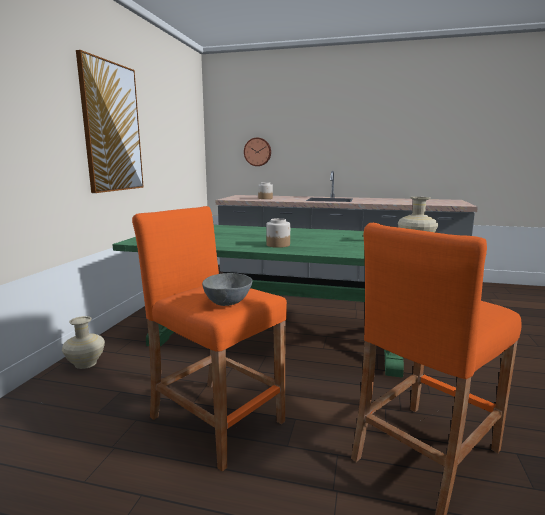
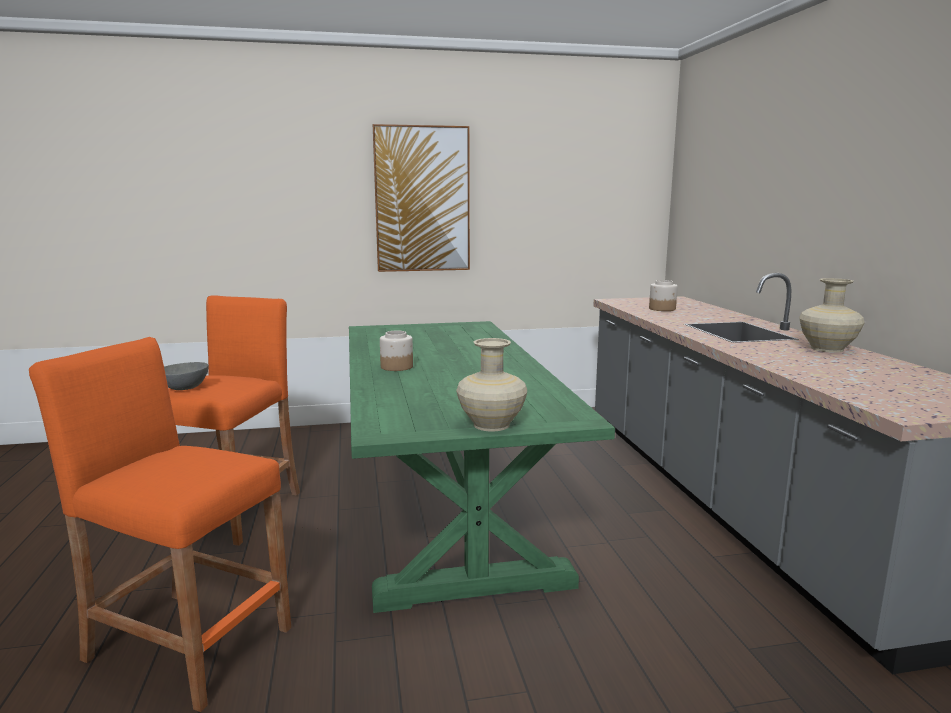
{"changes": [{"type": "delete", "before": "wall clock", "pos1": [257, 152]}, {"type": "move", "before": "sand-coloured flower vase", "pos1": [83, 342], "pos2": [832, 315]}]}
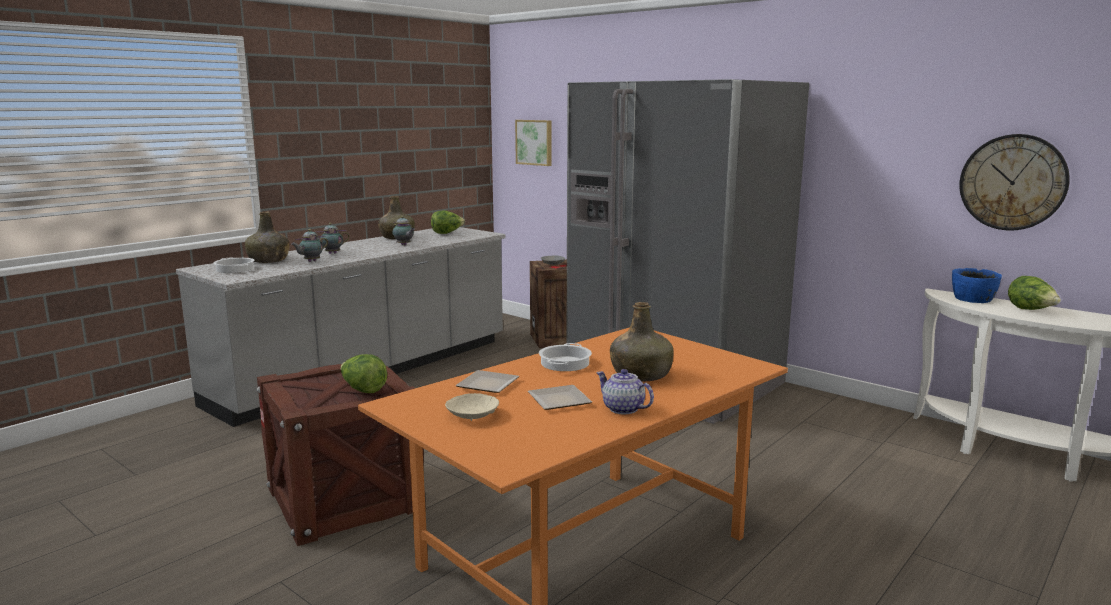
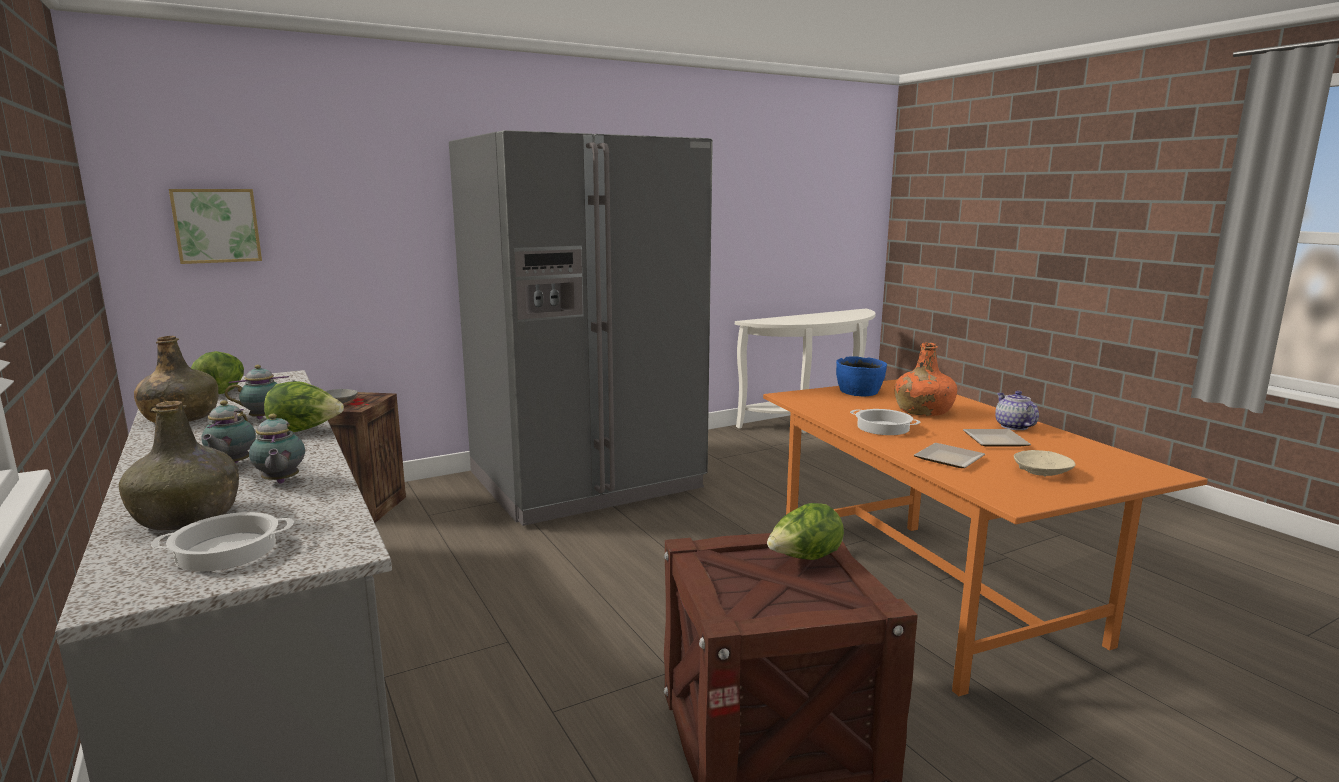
{"changes": [{"type": "delete", "before": "wall clock", "pos1": [1015, 182]}, {"type": "move", "before": "blue-coloured bowl", "pos1": [977, 285], "pos2": [861, 376]}, {"type": "move", "before": "lettuce head", "pos1": [1034, 293], "pos2": [304, 406]}, {"type": "recolor", "before": "greenish beverage bottle", "after": "orange-coloured beverage bottle", "pos1": [642, 342], "pos2": [926, 379]}, {"type": "rotate", "before": "tea pot", "pos1": [625, 391], "pos2": [1017, 410], "turn": 105}]}
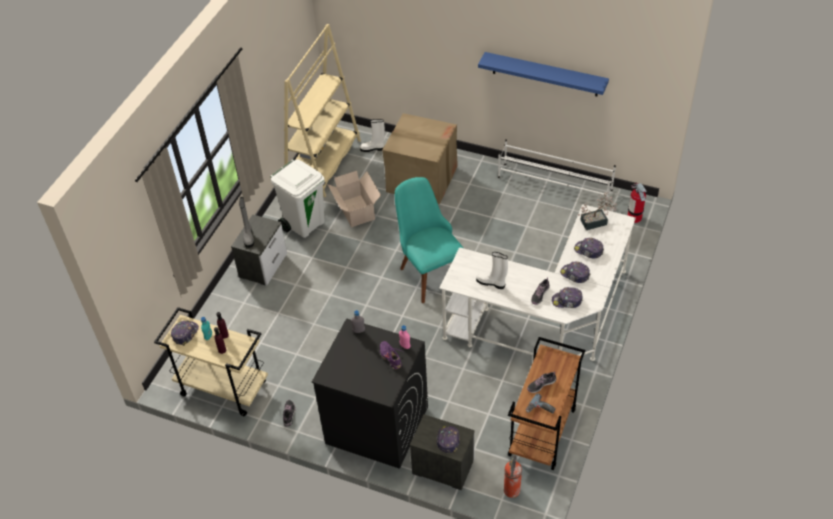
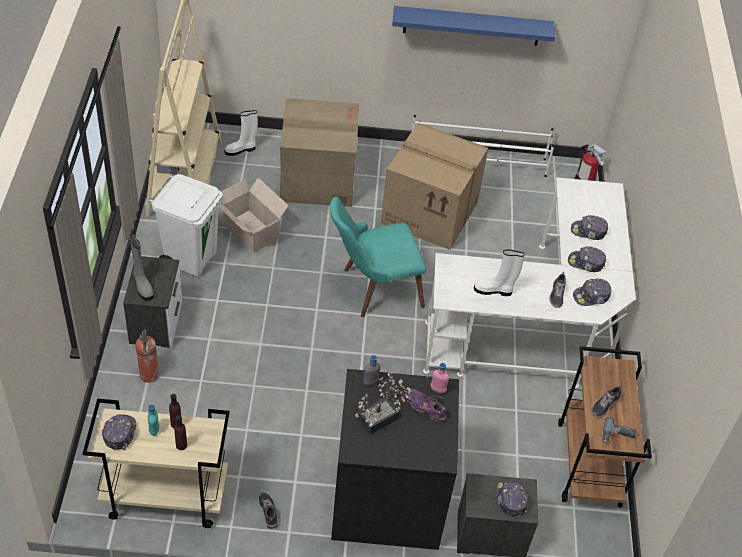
{"changes": [{"type": "rotate", "before": "turquoise plain chair", "pos1": [429, 240], "pos2": [378, 256], "turn": -60}, {"type": "move", "before": "houseplant", "pos1": [597, 211], "pos2": [383, 403]}, {"type": "move", "before": "fire extinguisher", "pos1": [513, 476], "pos2": [147, 356]}, {"type": "insert", "after": "cardboard box", "pos2": [434, 186]}]}
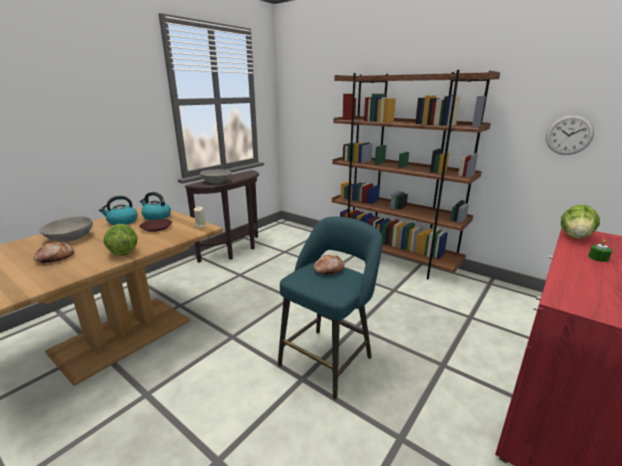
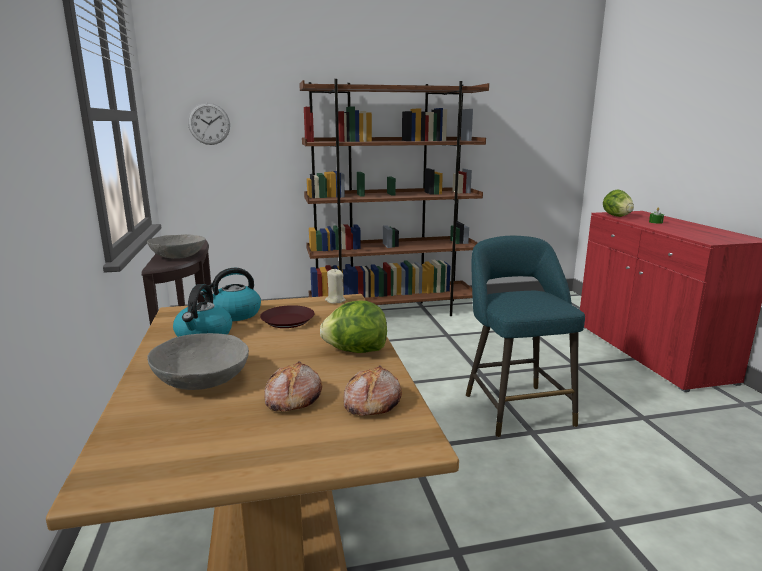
{"changes": [{"type": "move", "before": "wall clock", "pos1": [570, 135], "pos2": [209, 124]}, {"type": "move", "before": "bread", "pos1": [328, 265], "pos2": [372, 390]}]}
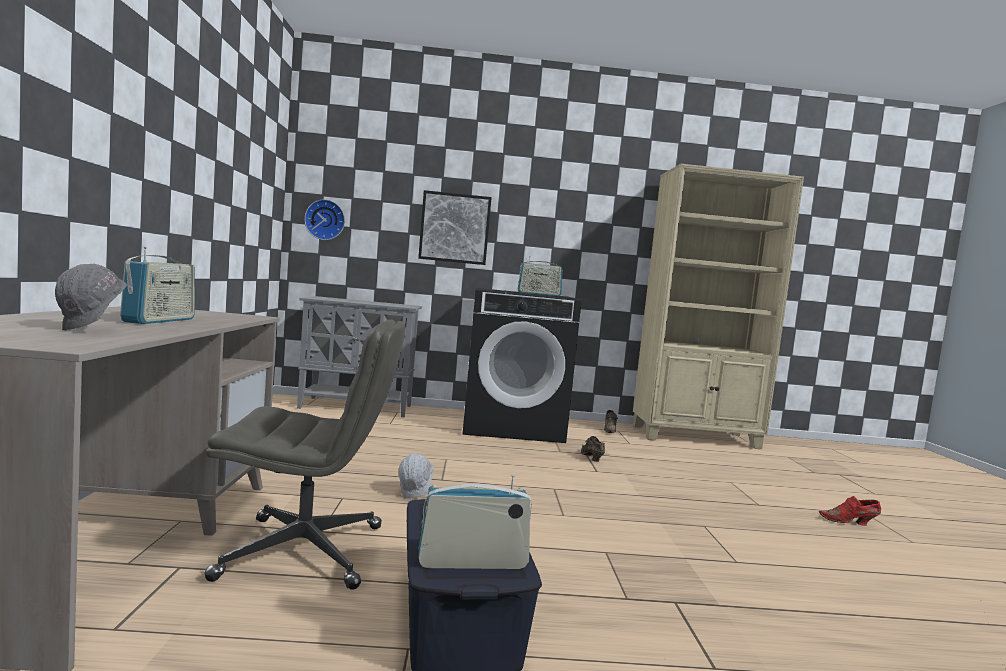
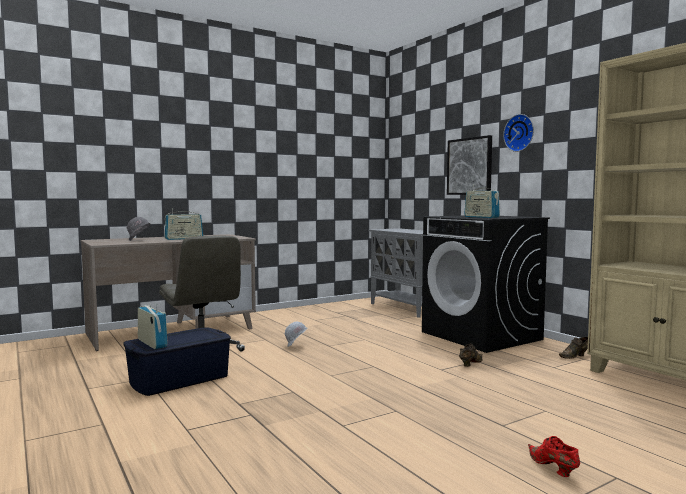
{"changes": [{"type": "move", "before": "wall clock", "pos1": [324, 219], "pos2": [518, 133]}]}
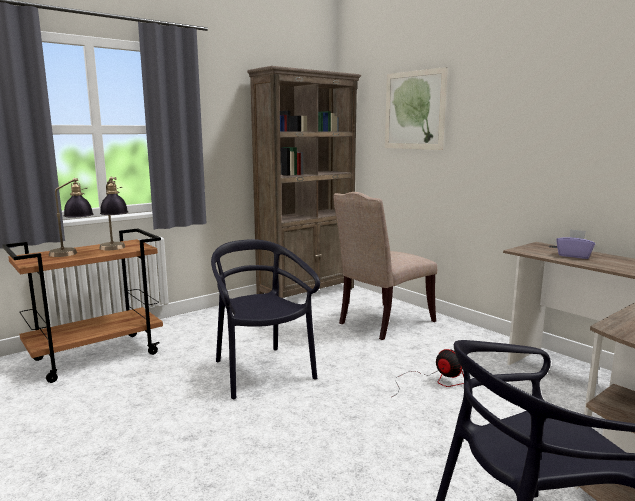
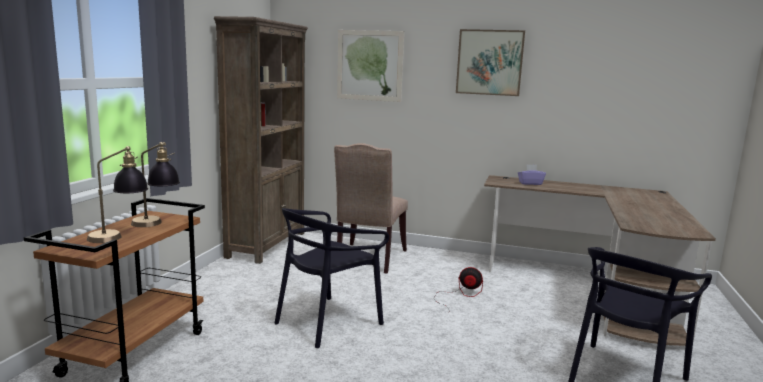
{"changes": [{"type": "rotate", "before": "black-coloured plain chair", "pos1": [265, 319], "pos2": [331, 278], "turn": -75}, {"type": "insert", "after": "picture", "pos2": [490, 62]}]}
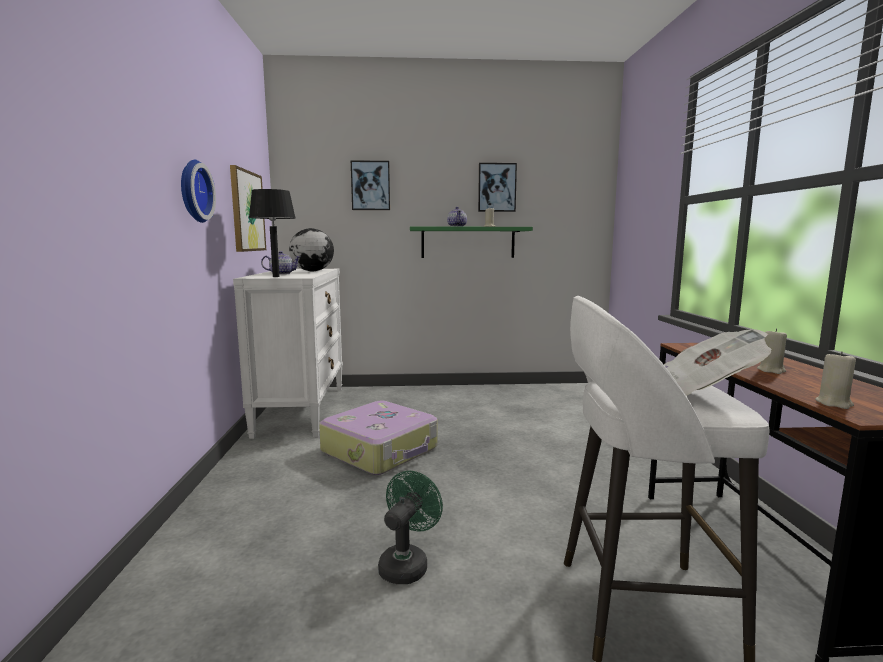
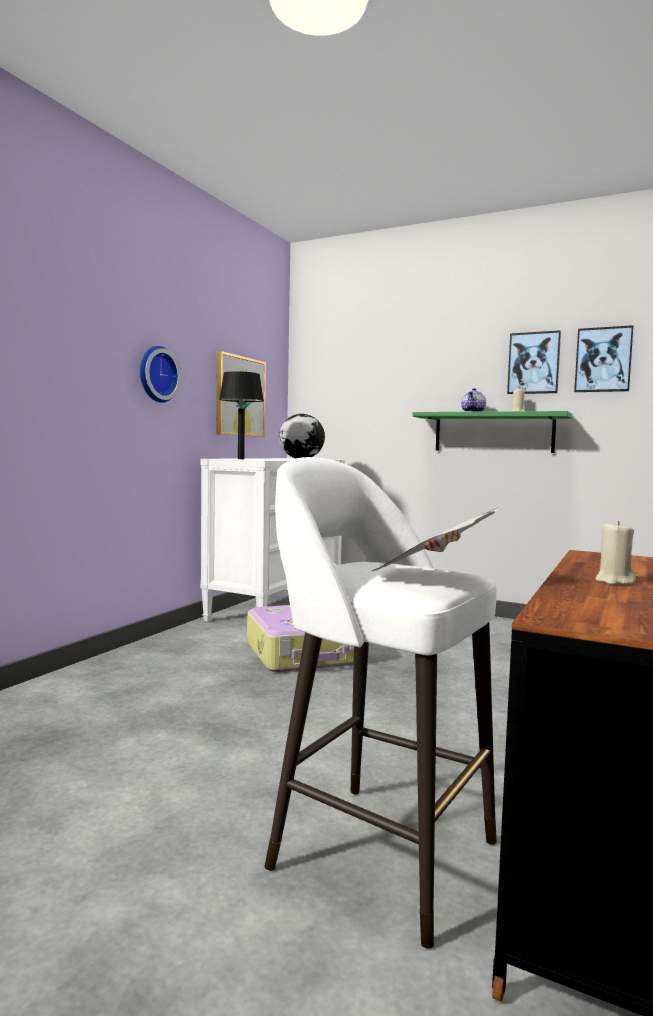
{"changes": [{"type": "move", "before": "picture", "pos1": [370, 185], "pos2": [604, 358]}, {"type": "delete", "before": "tea pot", "pos1": [281, 263]}, {"type": "delete", "before": "sand-coloured wax light", "pos1": [835, 380]}, {"type": "delete", "before": "greenish cooling fan", "pos1": [410, 527]}]}
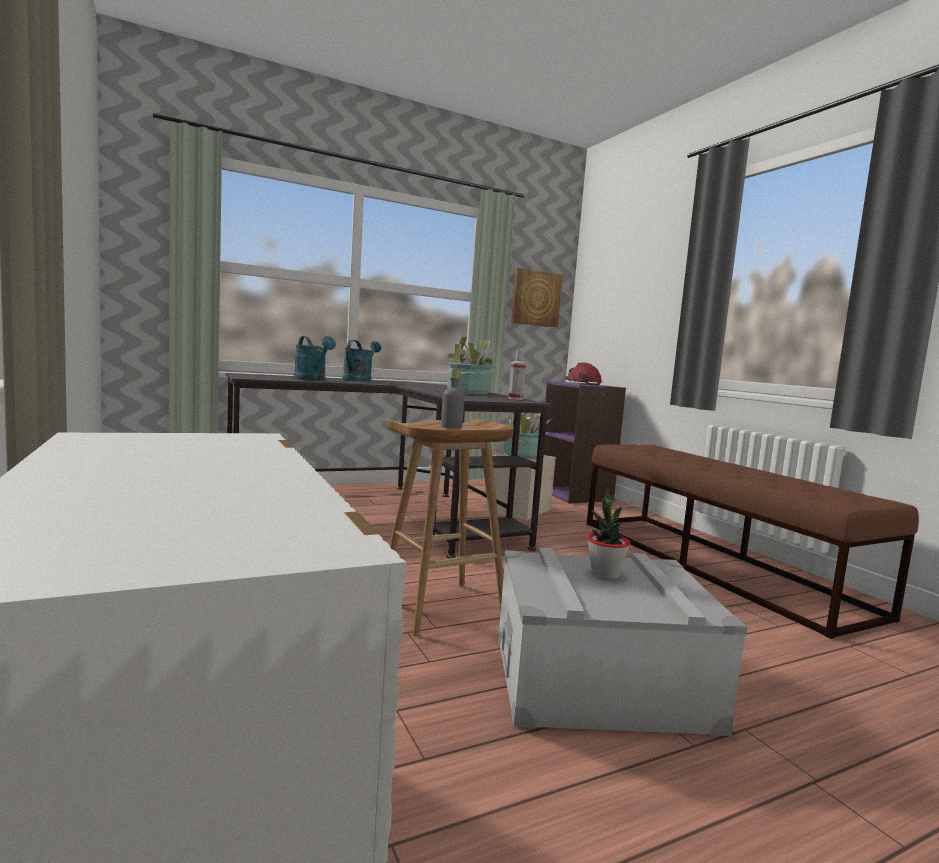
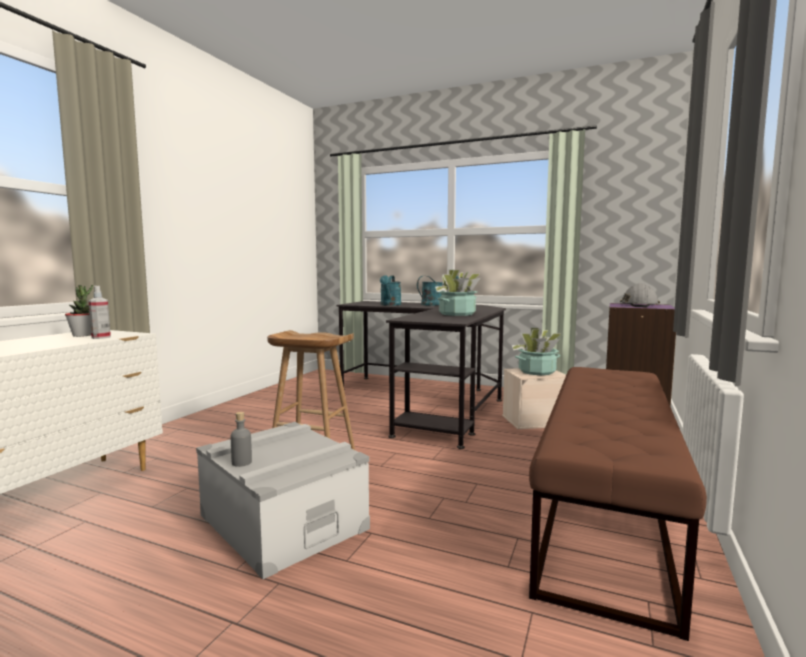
{"changes": [{"type": "delete", "before": "picture", "pos1": [537, 297]}, {"type": "move", "before": "sprayer", "pos1": [517, 374], "pos2": [99, 312]}, {"type": "recolor", "before": "red-coloured hard hat", "after": "grey hard hat", "pos1": [583, 374], "pos2": [640, 295]}, {"type": "move", "before": "grey beverage bottle", "pos1": [453, 399], "pos2": [241, 439]}, {"type": "move", "before": "houseplant", "pos1": [608, 534], "pos2": [79, 311]}]}
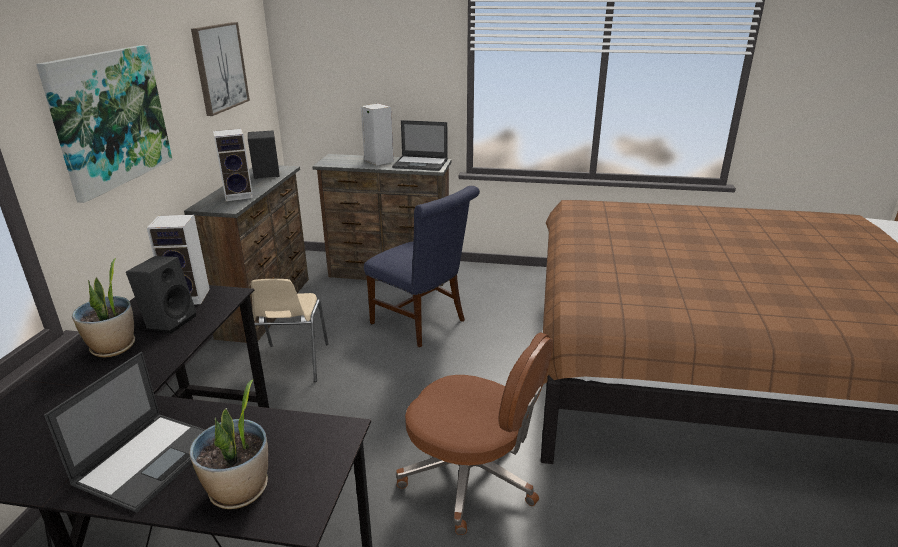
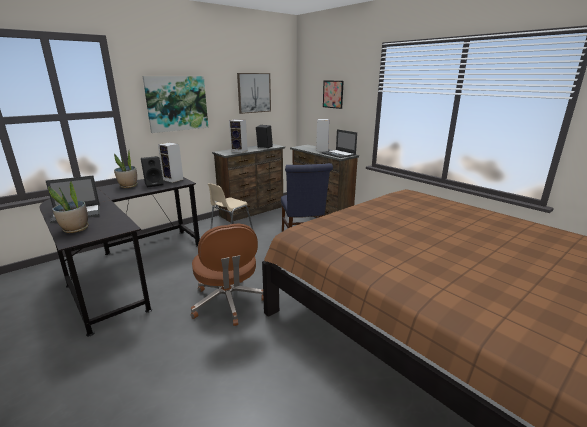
{"changes": [{"type": "insert", "after": "picture", "pos2": [333, 94]}]}
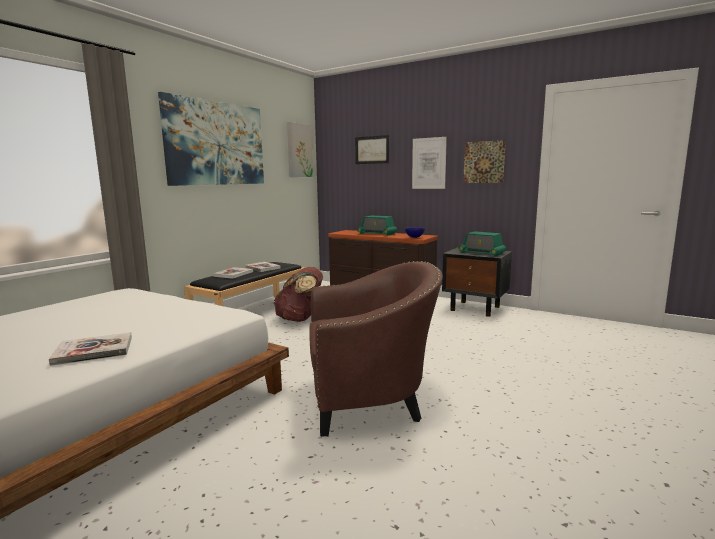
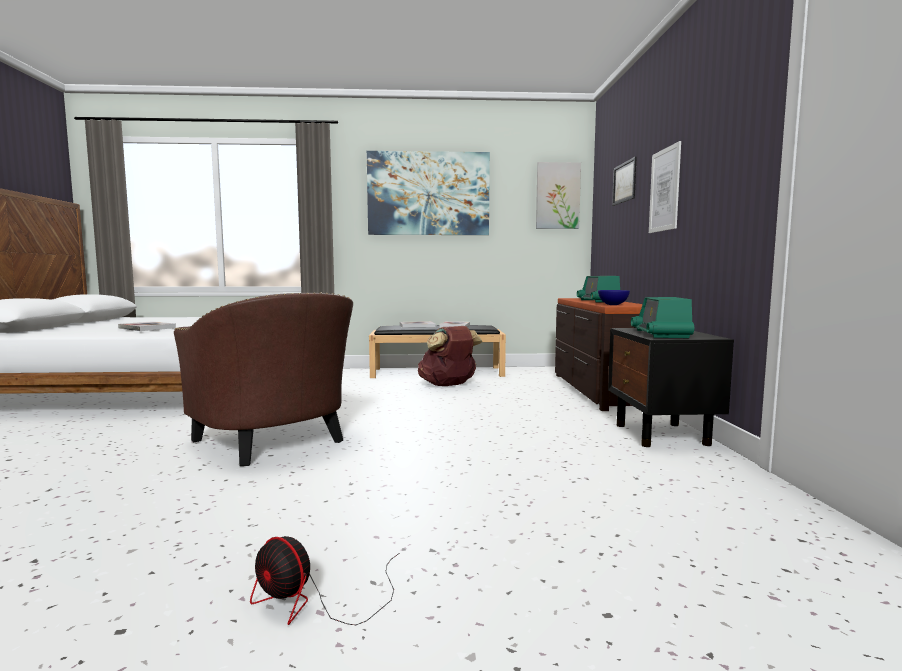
{"changes": [{"type": "delete", "before": "picture", "pos1": [484, 161]}, {"type": "insert", "after": "cooling fan", "pos2": [325, 580]}]}
